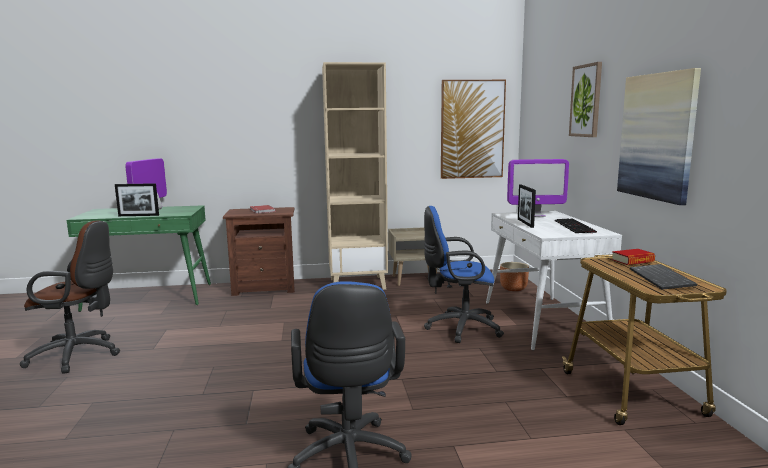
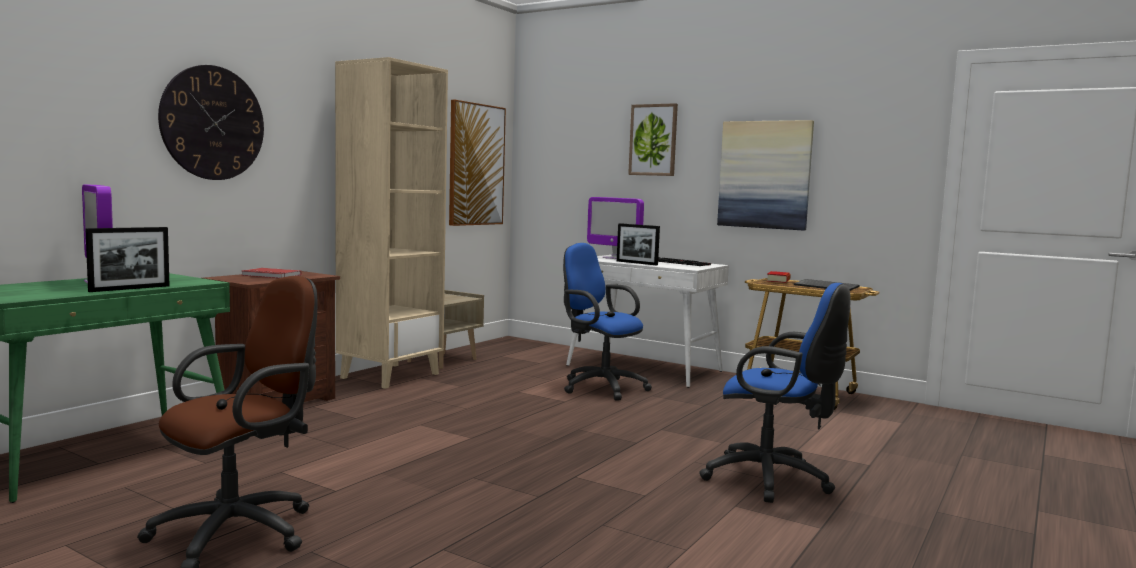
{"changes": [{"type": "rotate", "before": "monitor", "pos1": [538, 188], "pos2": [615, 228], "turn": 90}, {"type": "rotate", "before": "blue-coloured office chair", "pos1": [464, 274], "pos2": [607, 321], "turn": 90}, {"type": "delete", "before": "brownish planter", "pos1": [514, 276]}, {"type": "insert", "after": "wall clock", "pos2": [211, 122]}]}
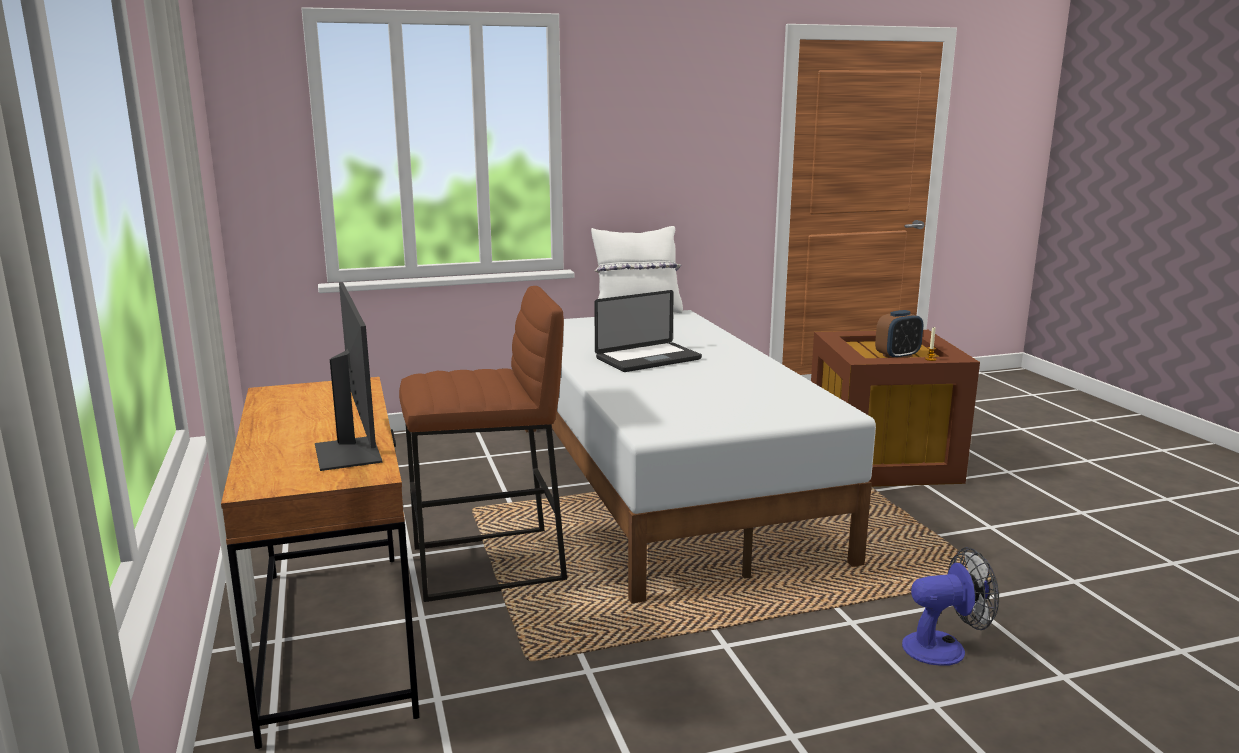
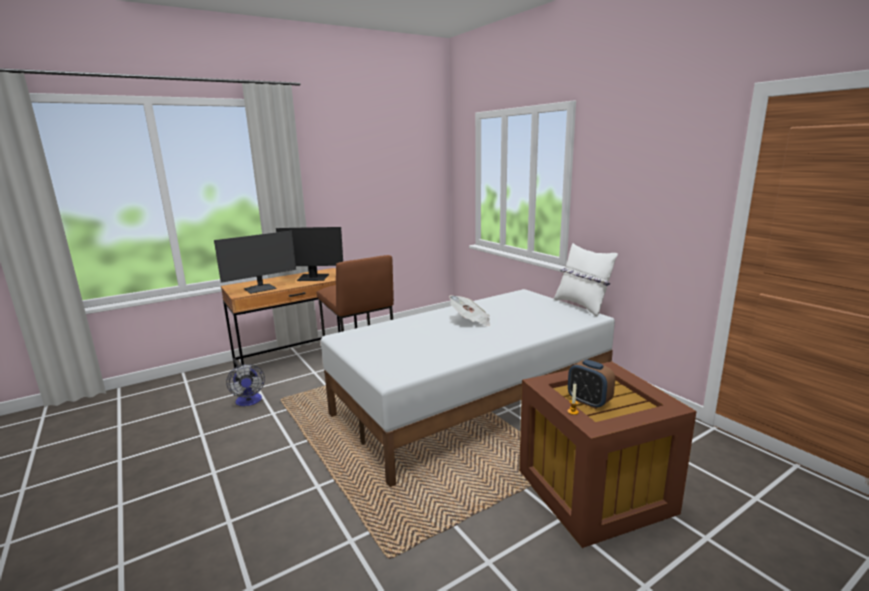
{"changes": [{"type": "replace", "before": "notebook computer", "after": "daily paper", "pos1": [648, 331], "pos2": [469, 310]}, {"type": "move", "before": "cooling fan", "pos1": [950, 606], "pos2": [245, 385]}, {"type": "insert", "after": "monitor", "pos2": [309, 254]}]}
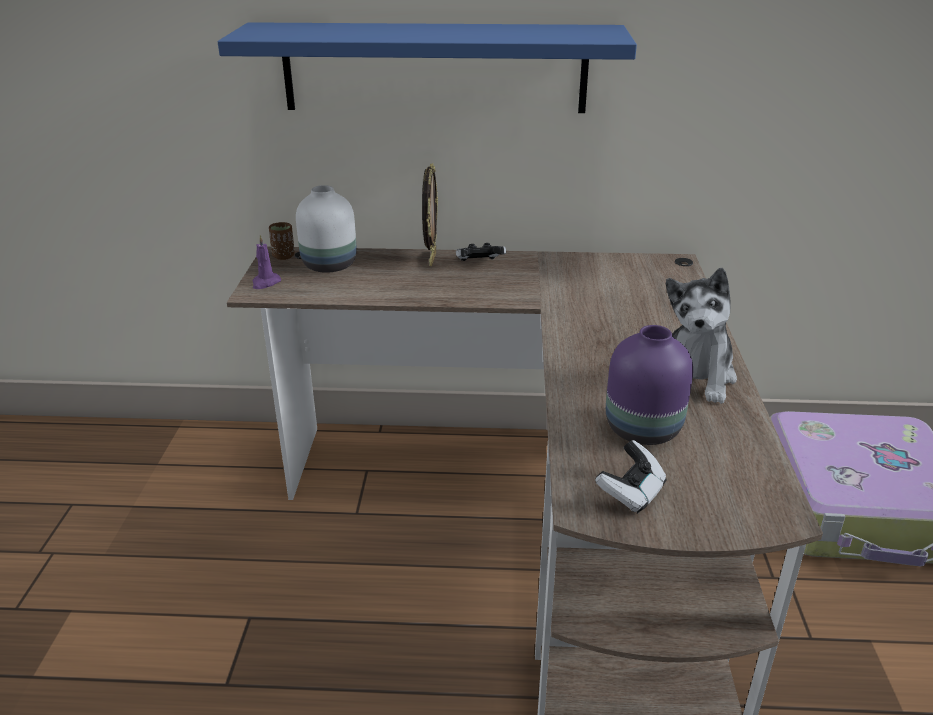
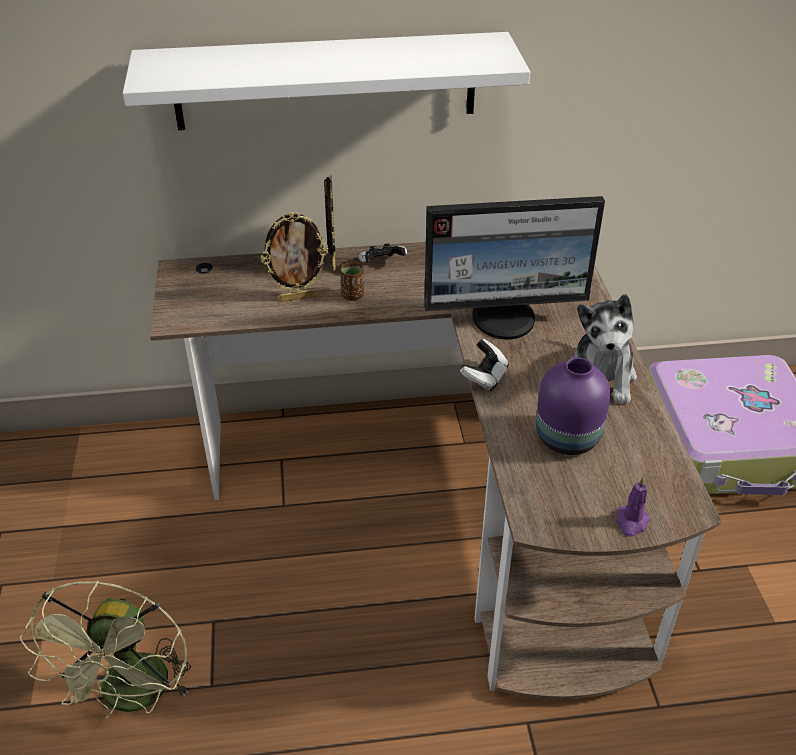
{"changes": [{"type": "recolor", "before": "blue-coloured shelf", "after": "whitish shelf", "pos1": [427, 67], "pos2": [326, 81]}, {"type": "delete", "before": "whitish flower vase", "pos1": [326, 229]}, {"type": "move", "before": "brownish small cup", "pos1": [282, 241], "pos2": [352, 281]}, {"type": "move", "before": "purplish wax light", "pos1": [267, 262], "pos2": [633, 507]}, {"type": "move", "before": "gamepad", "pos1": [631, 477], "pos2": [484, 365]}, {"type": "insert", "after": "monitor", "pos2": [514, 268]}, {"type": "insert", "after": "picture frame", "pos2": [294, 257]}, {"type": "insert", "after": "greenish cooling fan", "pos2": [105, 649]}]}
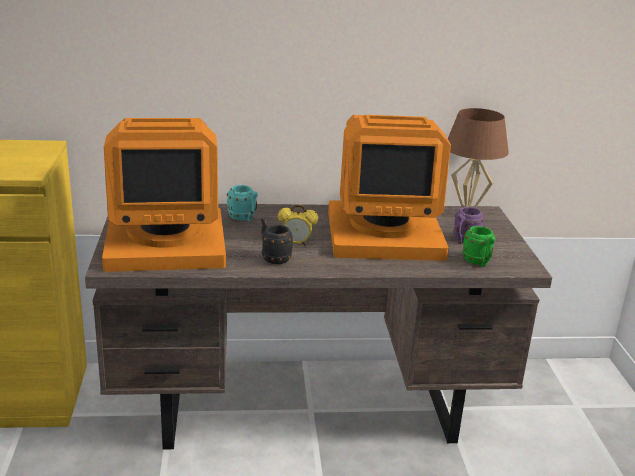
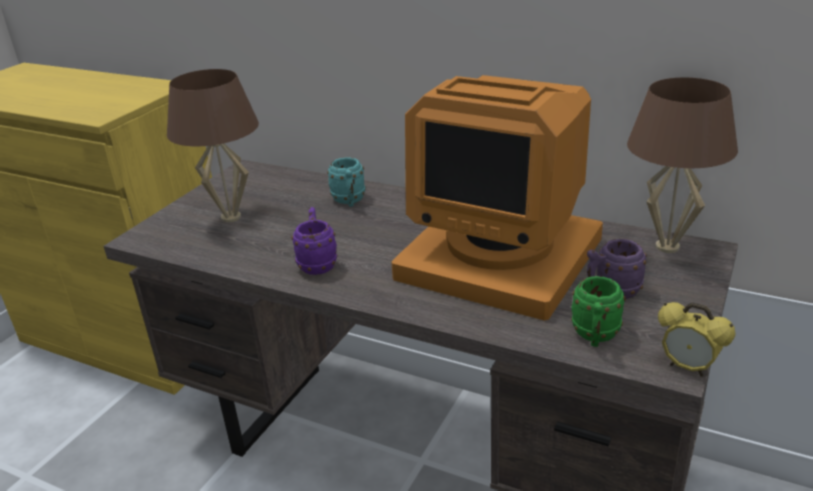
{"changes": [{"type": "replace", "before": "monitor", "after": "brownish table lamp", "pos1": [164, 195], "pos2": [213, 145]}, {"type": "move", "before": "alarm clock", "pos1": [298, 225], "pos2": [696, 339]}, {"type": "recolor", "before": "black-coloured mug", "after": "purplish mug", "pos1": [277, 240], "pos2": [314, 241]}]}
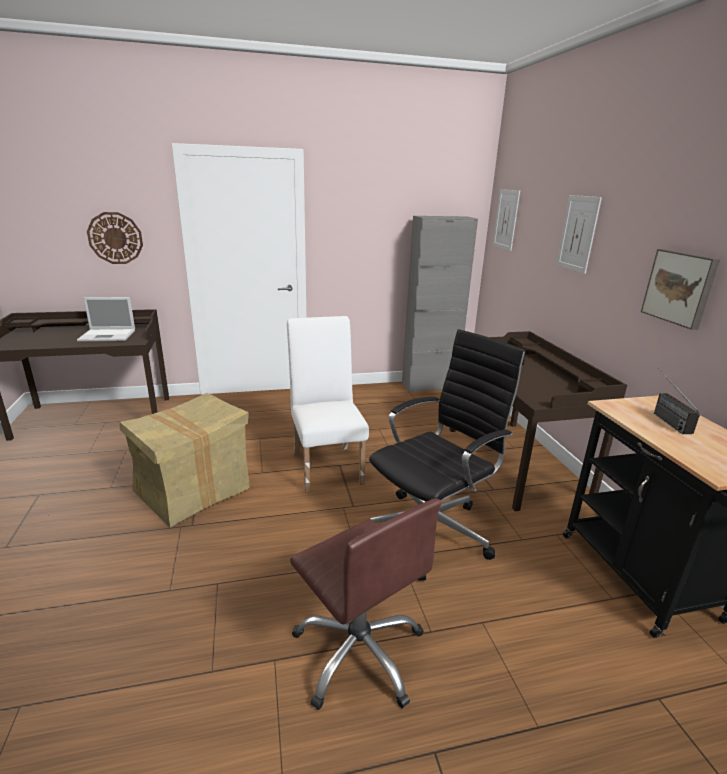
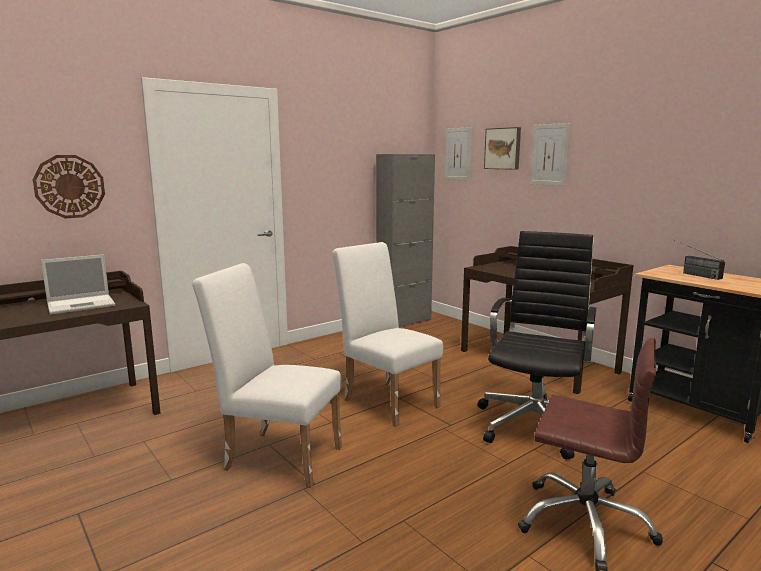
{"changes": [{"type": "move", "before": "picture", "pos1": [681, 289], "pos2": [502, 148]}, {"type": "replace", "before": "cardboard box", "after": "whitish plain chair", "pos1": [185, 460], "pos2": [267, 375]}]}
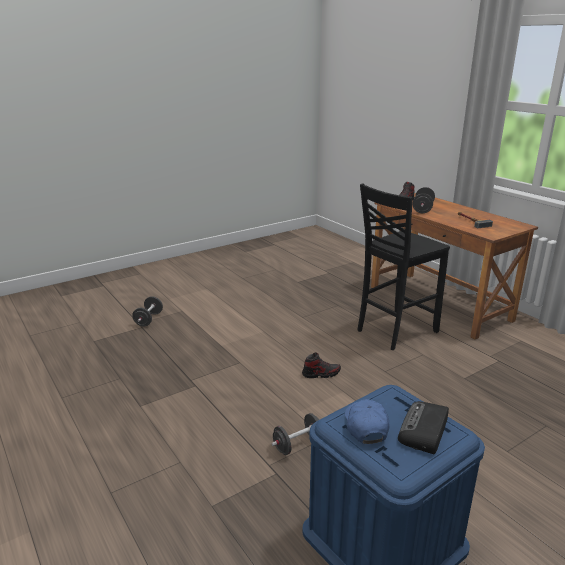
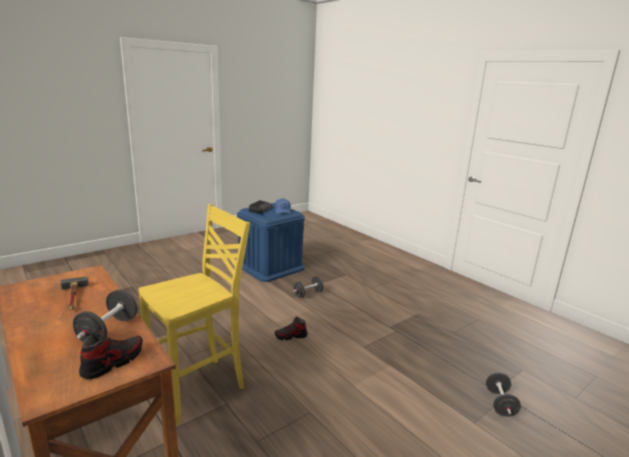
{"changes": [{"type": "recolor", "before": "black-coloured plain chair", "after": "yellow plain chair", "pos1": [403, 266], "pos2": [194, 314]}]}
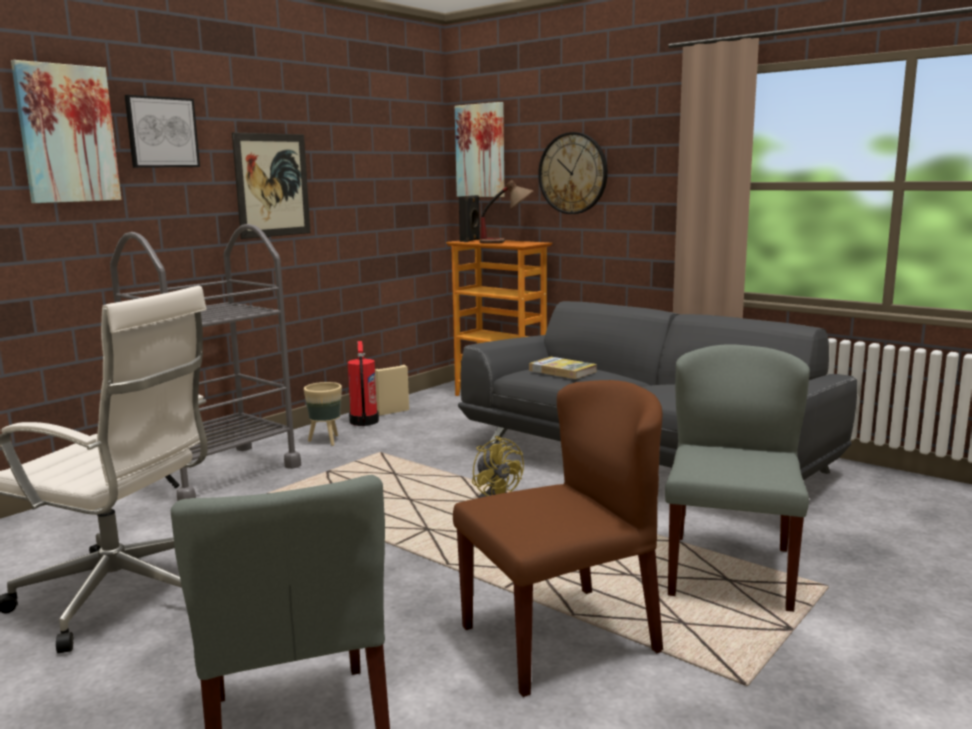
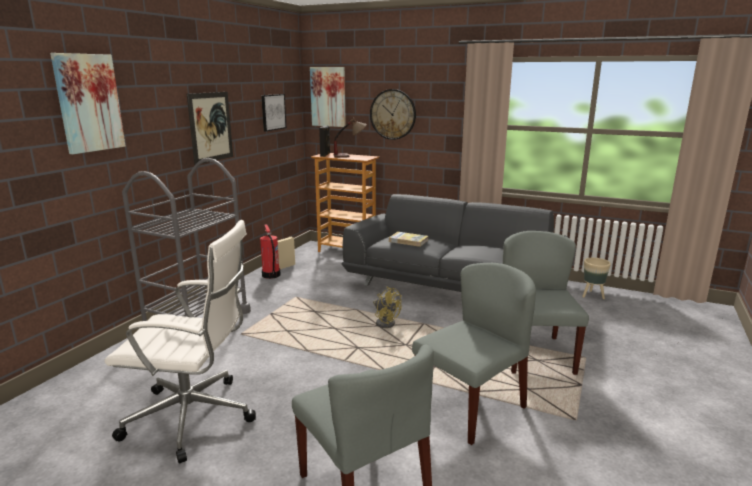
{"changes": [{"type": "move", "before": "picture", "pos1": [162, 131], "pos2": [273, 112]}, {"type": "recolor", "before": "brownish plain chair", "after": "grey plain chair", "pos1": [558, 538], "pos2": [474, 354]}, {"type": "move", "before": "sand-coloured planter", "pos1": [323, 414], "pos2": [596, 278]}]}
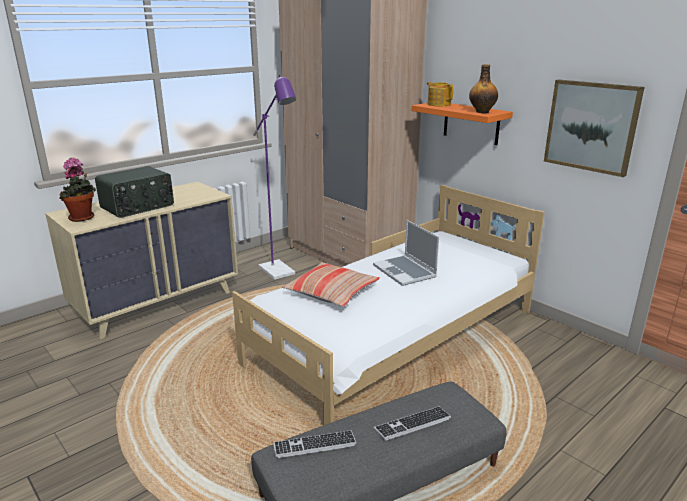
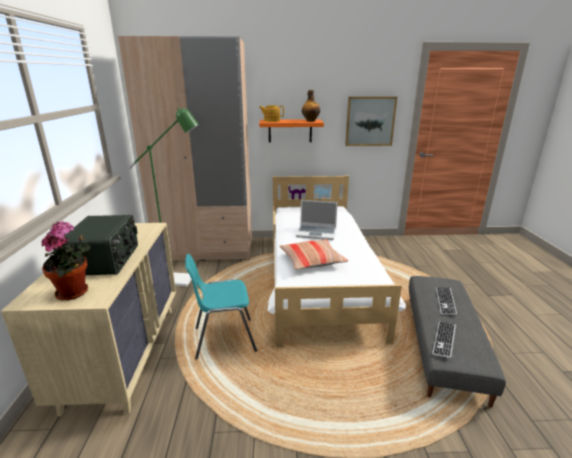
{"changes": [{"type": "recolor", "before": "purplish floor lamp", "after": "greenish floor lamp", "pos1": [274, 177], "pos2": [163, 197]}, {"type": "insert", "after": "turquoise plain chair", "pos2": [221, 306]}]}
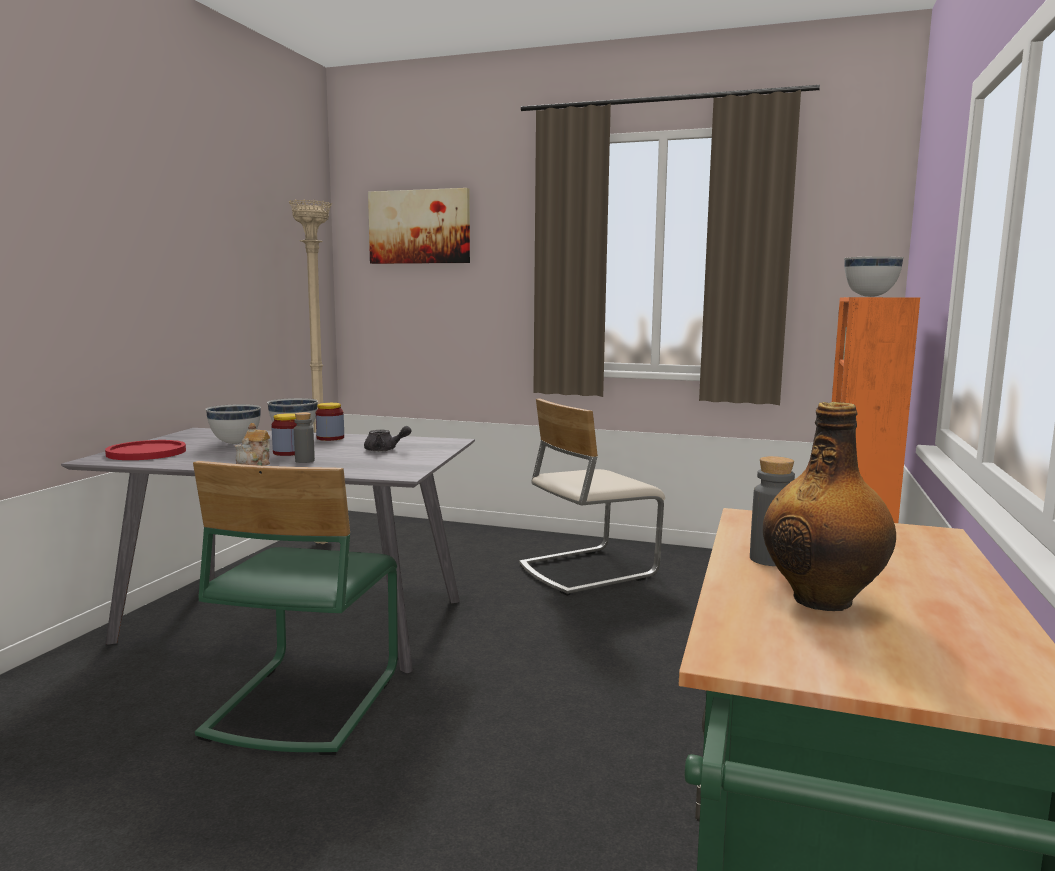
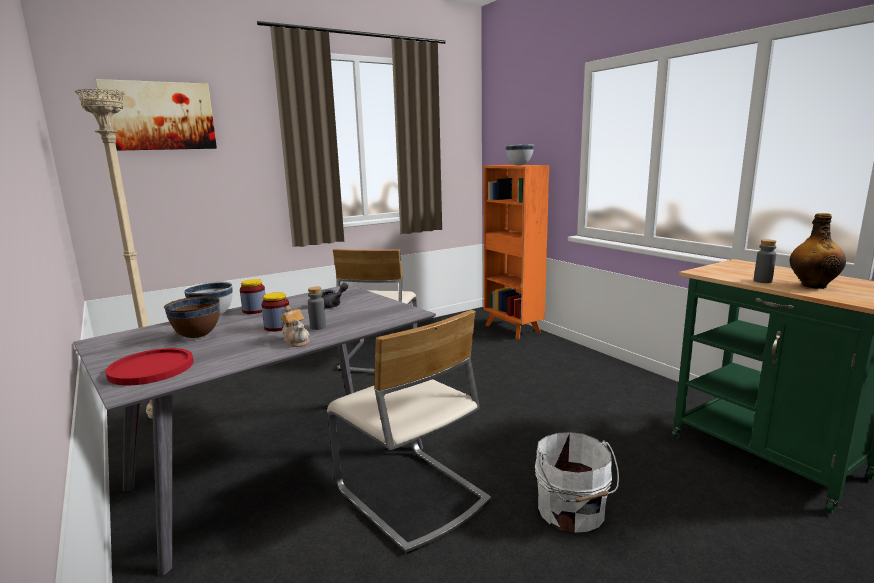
{"changes": [{"type": "recolor", "before": "whitish bowl", "after": "brownish bowl", "pos1": [233, 424], "pos2": [192, 317]}, {"type": "recolor", "before": "greenish plain chair", "after": "sand-coloured plain chair", "pos1": [295, 608], "pos2": [409, 432]}, {"type": "insert", "after": "whitish bucket", "pos2": [577, 482]}]}
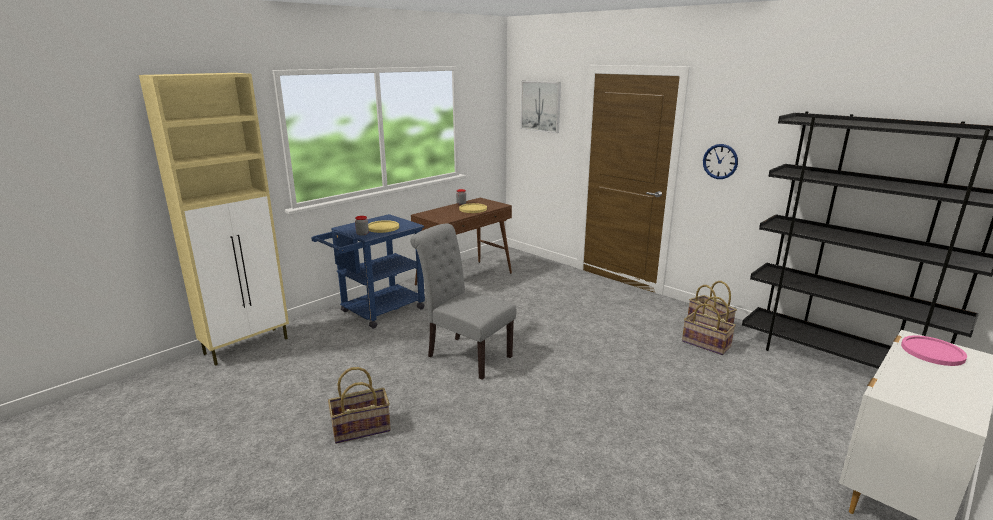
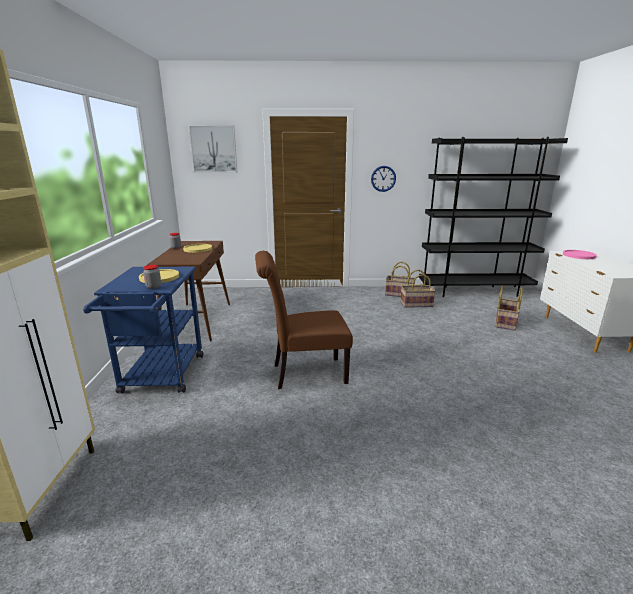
{"changes": [{"type": "recolor", "before": "grey plain chair", "after": "brownish plain chair", "pos1": [463, 301], "pos2": [304, 320]}, {"type": "move", "before": "basket", "pos1": [359, 405], "pos2": [509, 308]}]}
